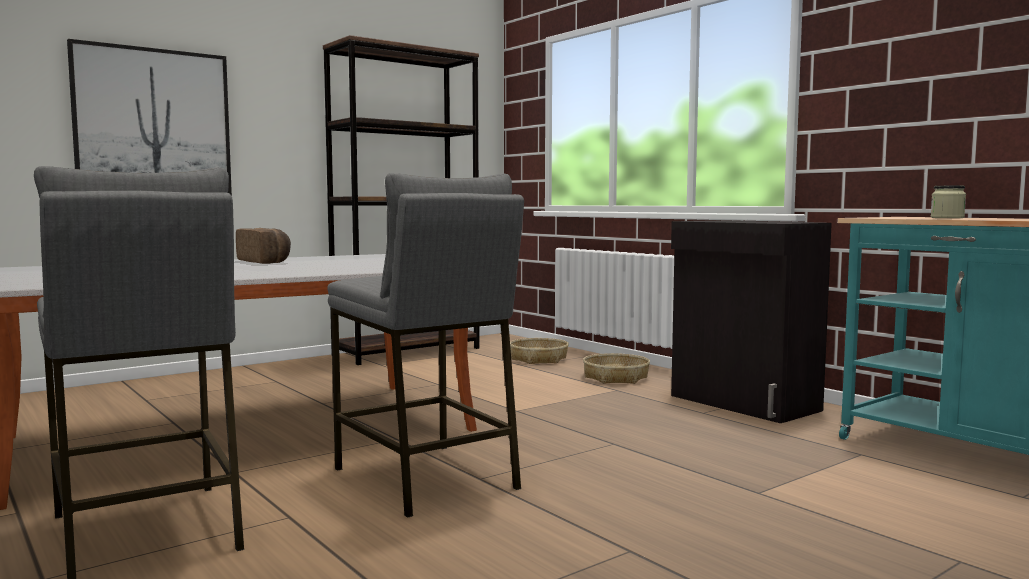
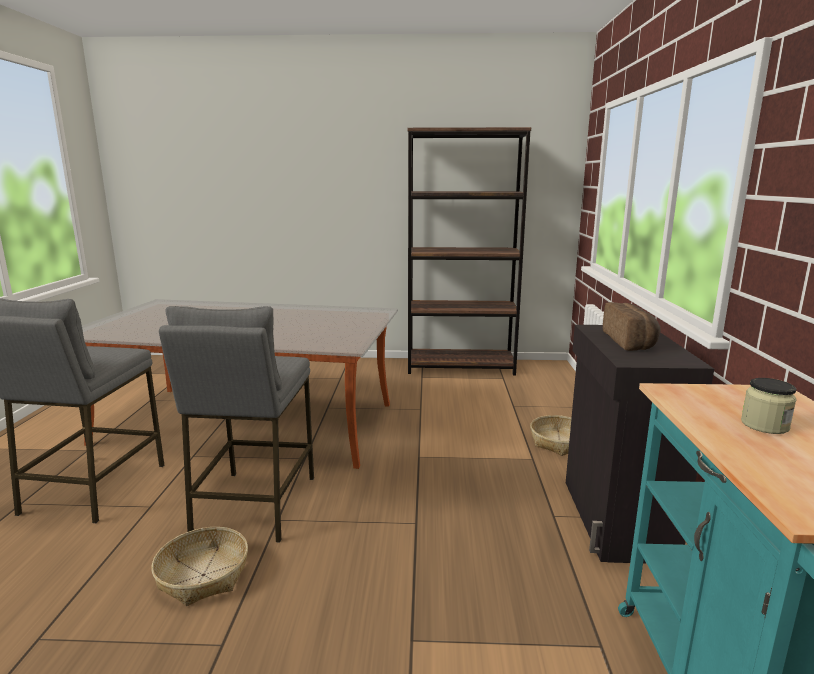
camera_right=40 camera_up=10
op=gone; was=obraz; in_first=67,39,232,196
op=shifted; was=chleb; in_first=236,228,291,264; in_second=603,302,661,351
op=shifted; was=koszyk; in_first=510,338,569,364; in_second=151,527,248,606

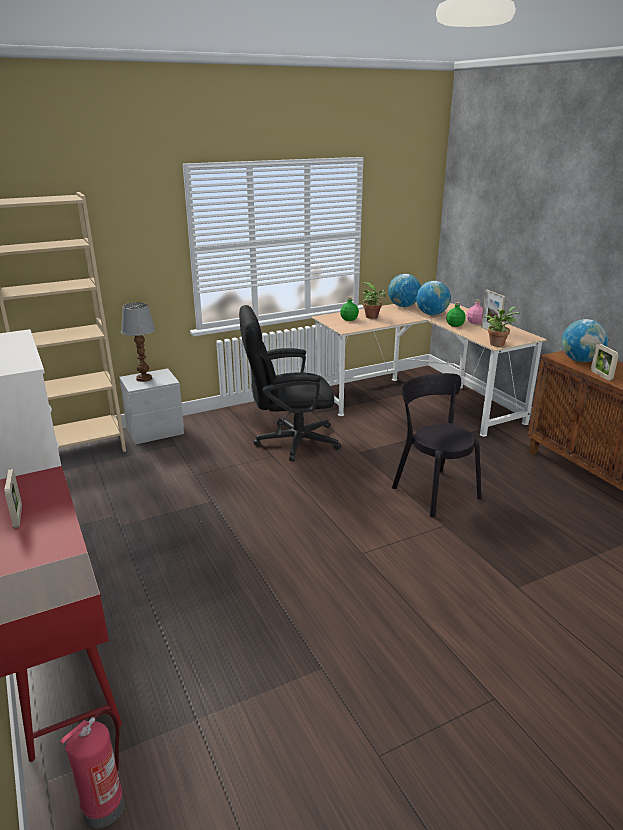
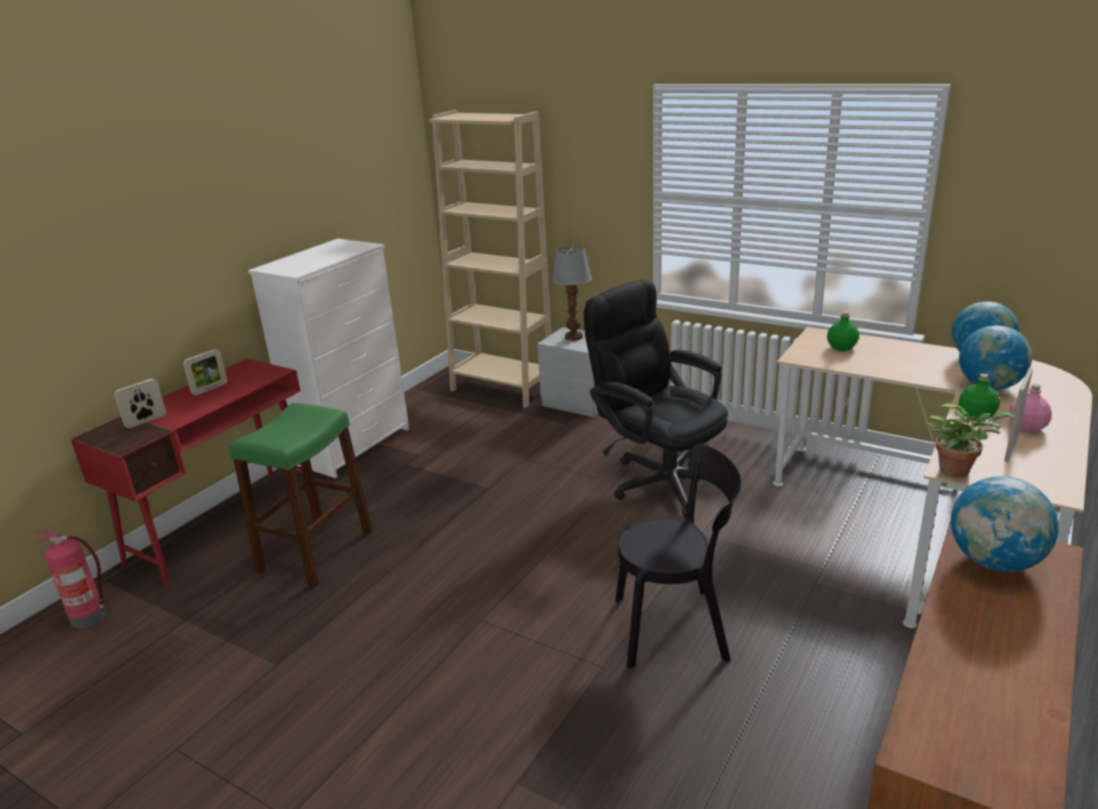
camera_right=60 camera_up=0
op=gone; was=roślina doniczkowa; in_first=362,282,387,319
op=shifted; was=ramka na zdjęcie; in_first=591,343,619,381; in_second=114,379,166,429
op=rotated; was=krzesło/czarny; in_first=392,373,481,518; in_second=615,443,742,668; clockwise=60
op=new; now=stołek/zielony; in_second=229,403,372,587

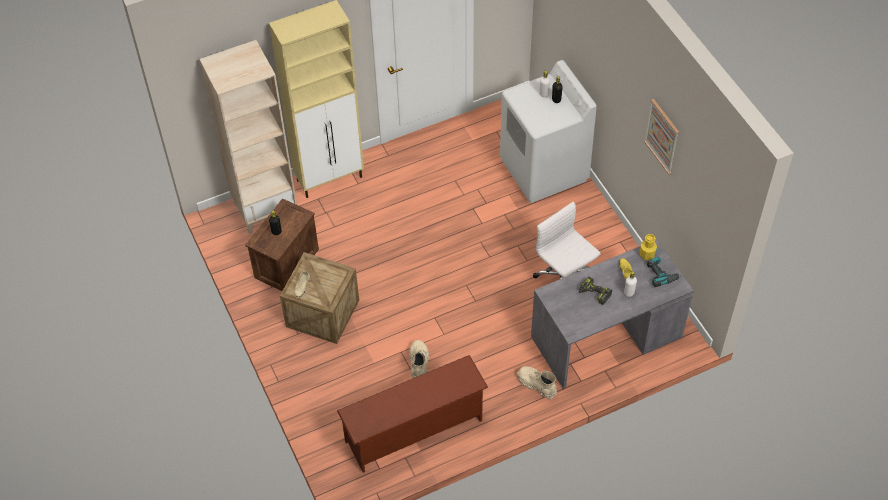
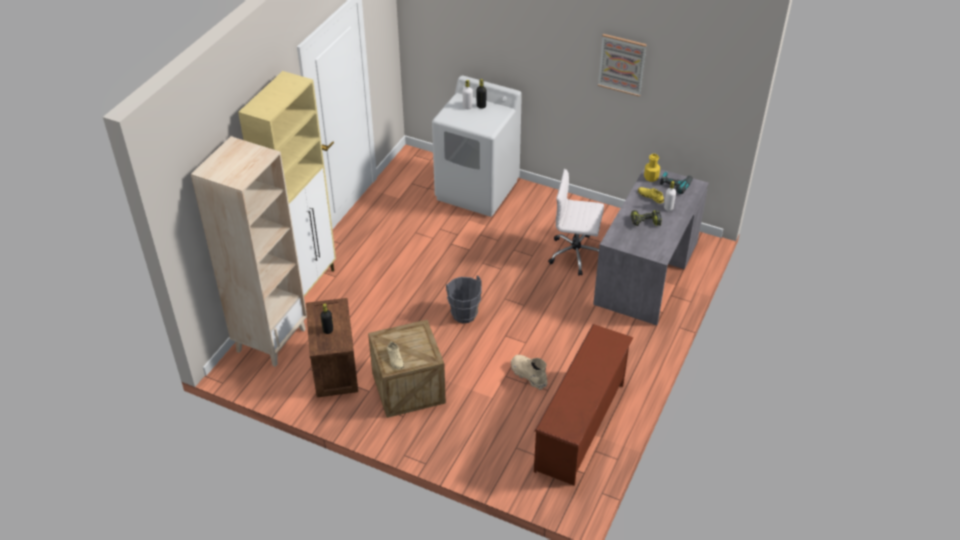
camera_right=-40 camera_up=-10
op=gone; was=but z cholewką/beżowy; in_first=517,366,557,399
op=new; now=wiadro/szary; in_second=446,276,482,323

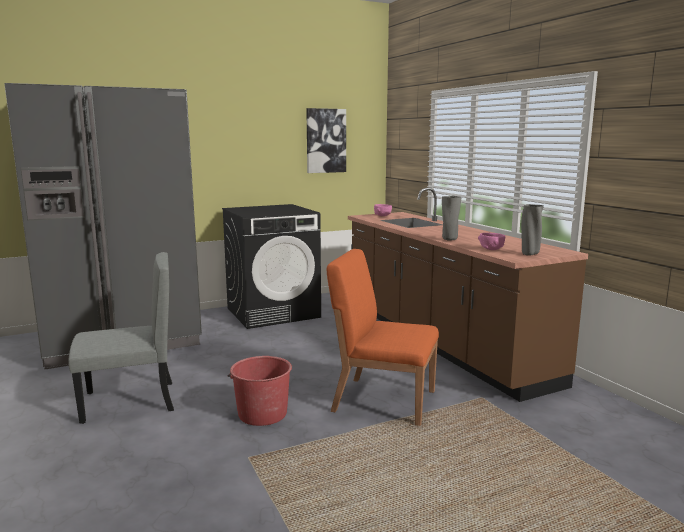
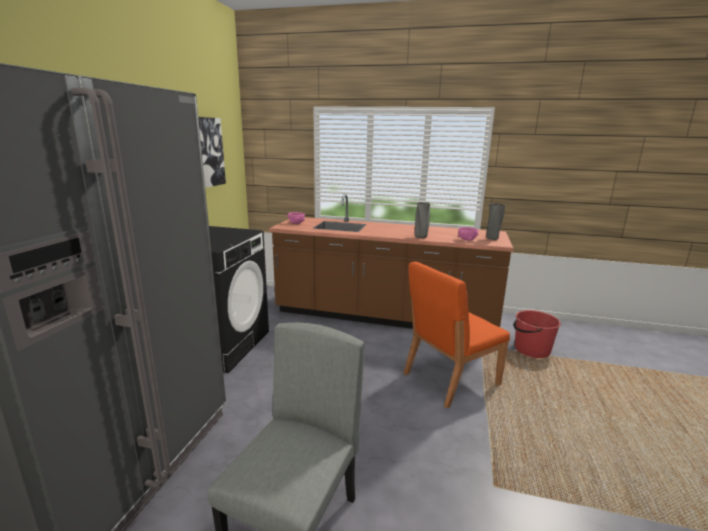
camera_right=-50 camera_up=5
op=shifted; was=wiadro/czerwony; in_first=227,356,292,426; in_second=513,310,561,358

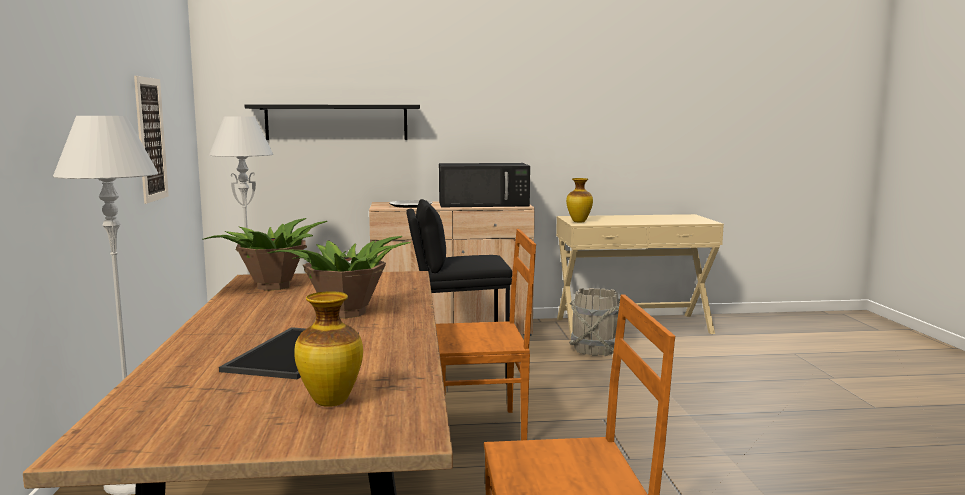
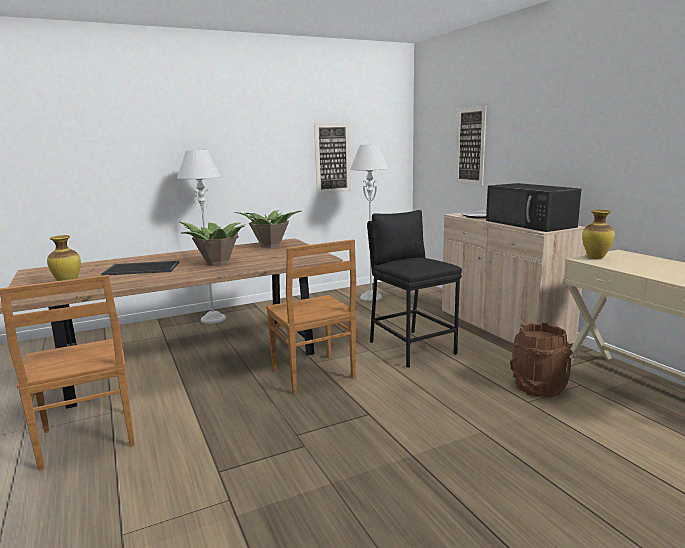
camera_right=70 camera_up=5
op=swapped; was=półka/czarny; now=obraz; in_first=245,104,420,140; in_second=455,106,487,185
op=repainted; was=wiadro/szary; now=wiadro/brązowy; in_first=569,288,620,356; in_second=510,323,573,398

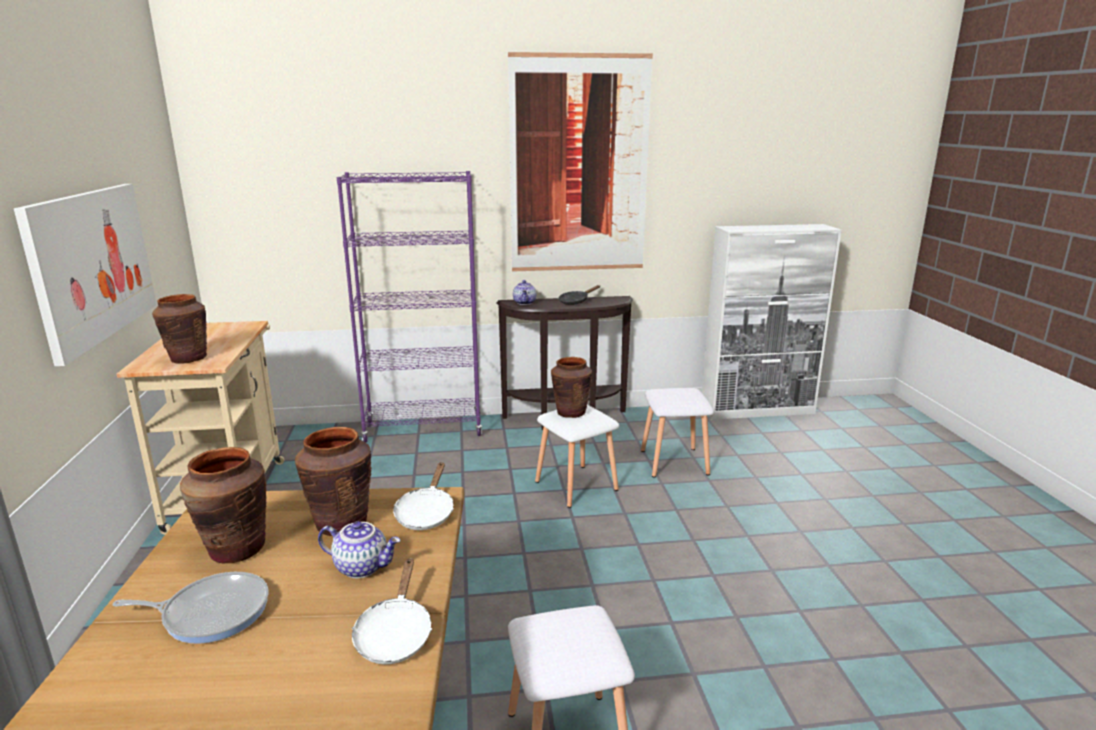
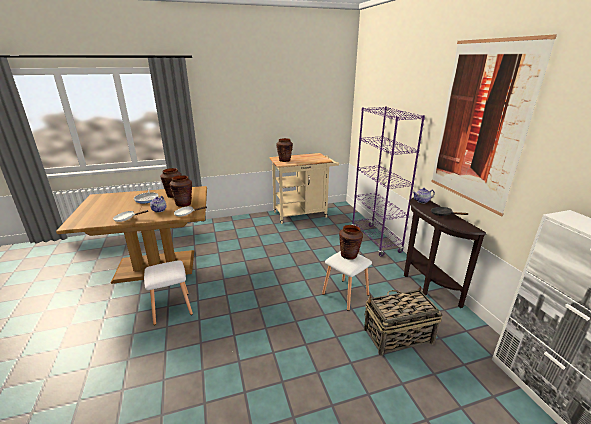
camera_right=80 camera_up=5
op=gone; was=obraz; in_first=14,184,157,366
op=swapped; was=stołek/biały; now=koszyk; in_first=641,388,714,477; in_second=364,286,442,356

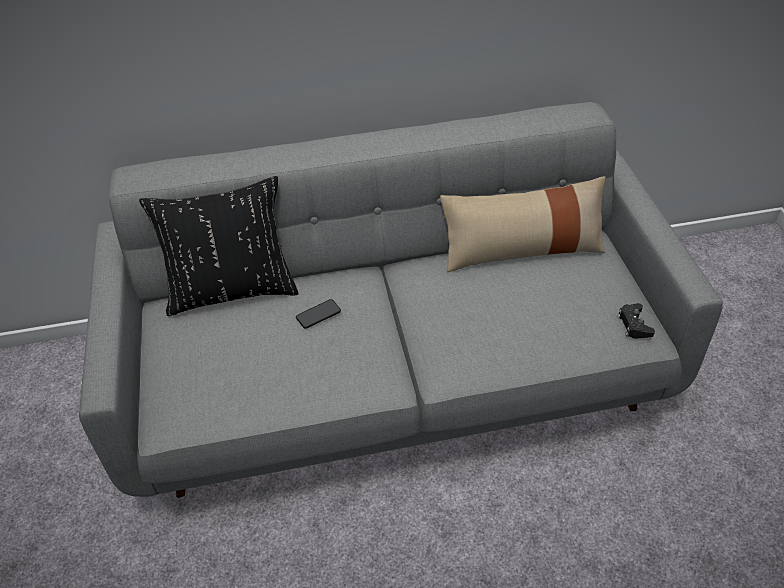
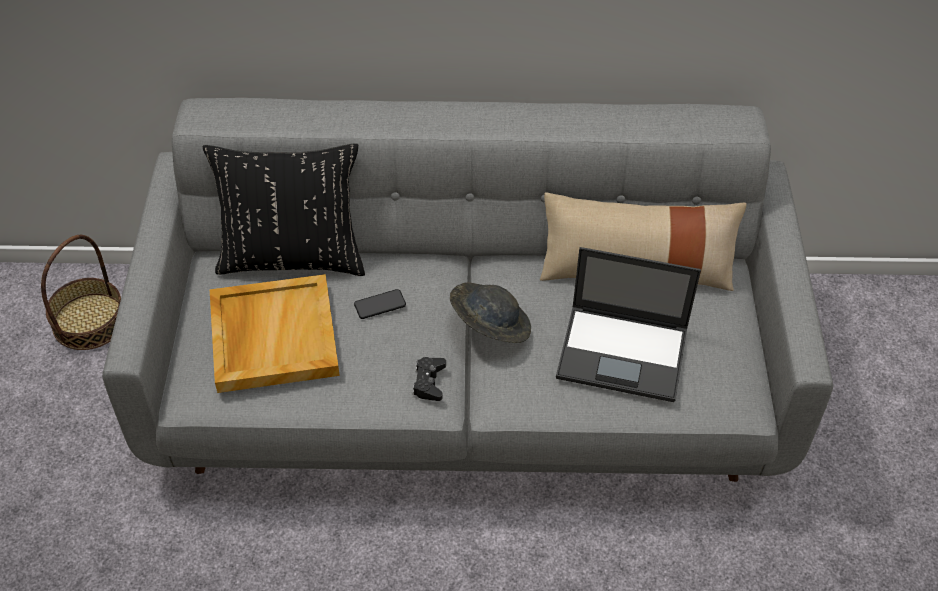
camera_right=10 camera_up=5
op=shifted; was=pad do gier/czarny; in_first=617,303,655,339; in_second=413,357,446,401
op=new; now=koszyk; in_second=41,235,121,350
op=new; now=laptop; in_second=556,247,701,402
op=new; now=taca/beżowy; in_second=210,274,340,393
op=new; now=kapelusz/szary; in_second=450,282,531,343

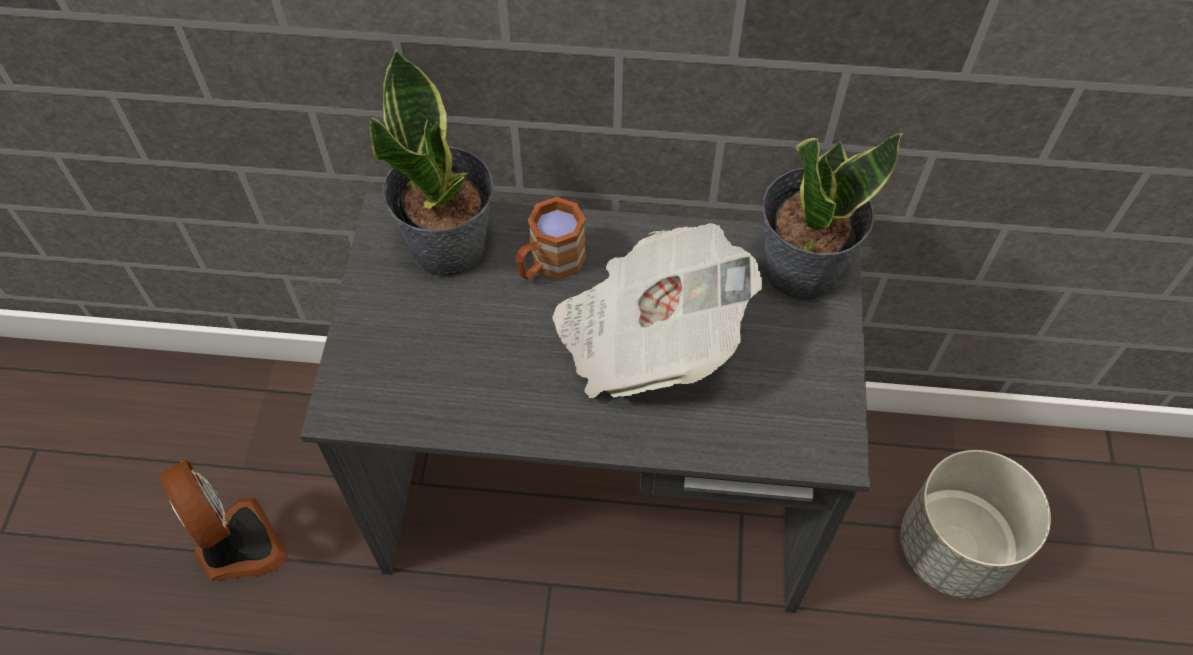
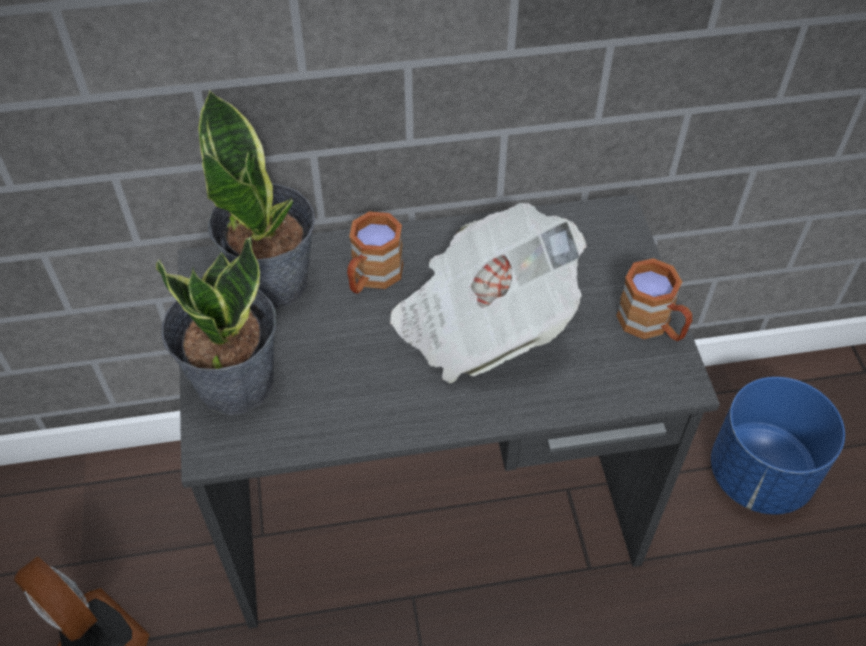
camera_right=-15 camera_up=-5
op=shifted; was=roślina doniczkowa; in_first=762,133,903,300; in_second=156,237,277,415
op=repainted; was=donica/szary; now=donica/niebieski; in_first=901,450,1051,599; in_second=711,377,845,515
op=new; now=kubek/brązowy; in_second=616,258,692,341

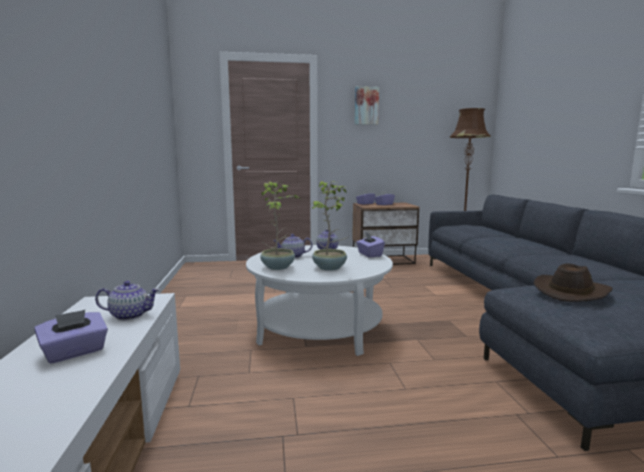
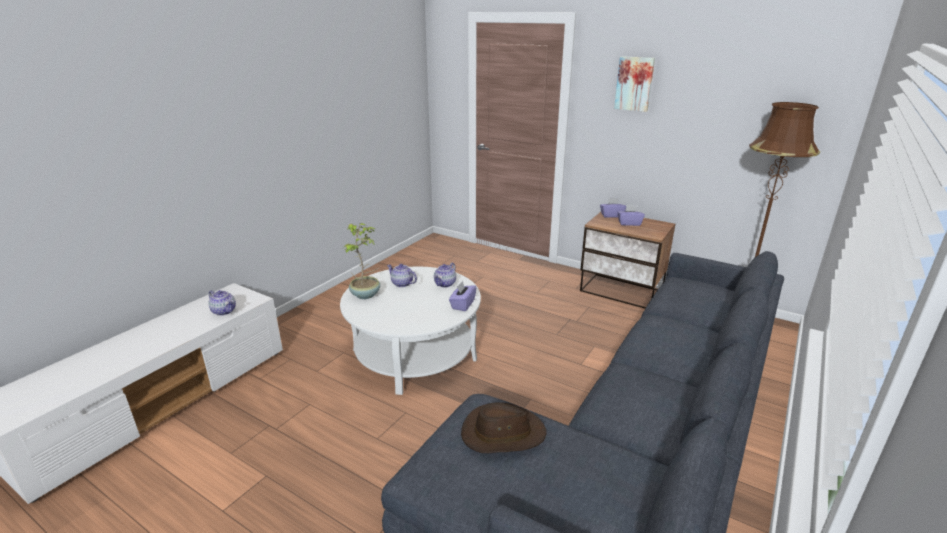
camera_right=40 camera_up=15
op=gone; was=roślina doniczkowa; in_first=309,181,348,271
op=gone; was=pudełko chusteczek/fioletowy; in_first=34,310,108,364

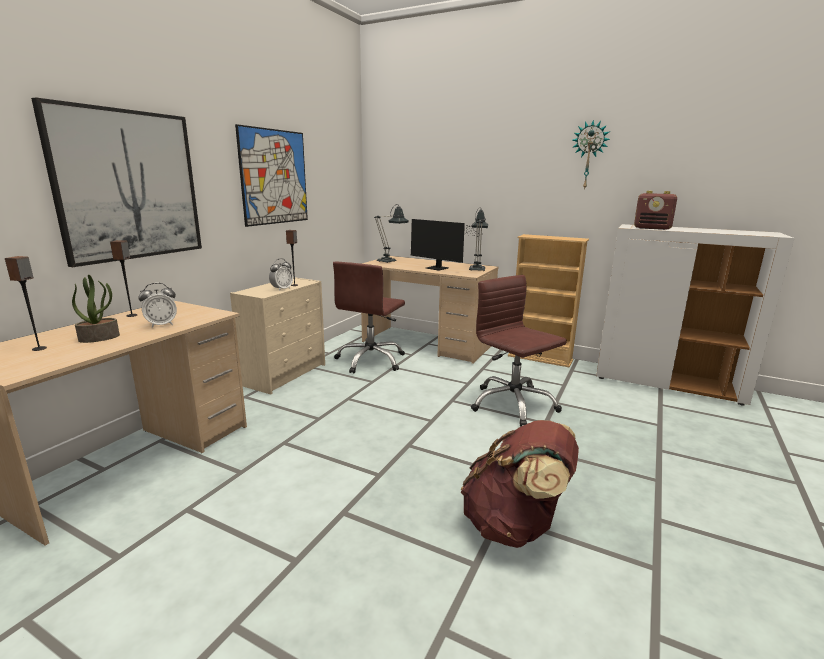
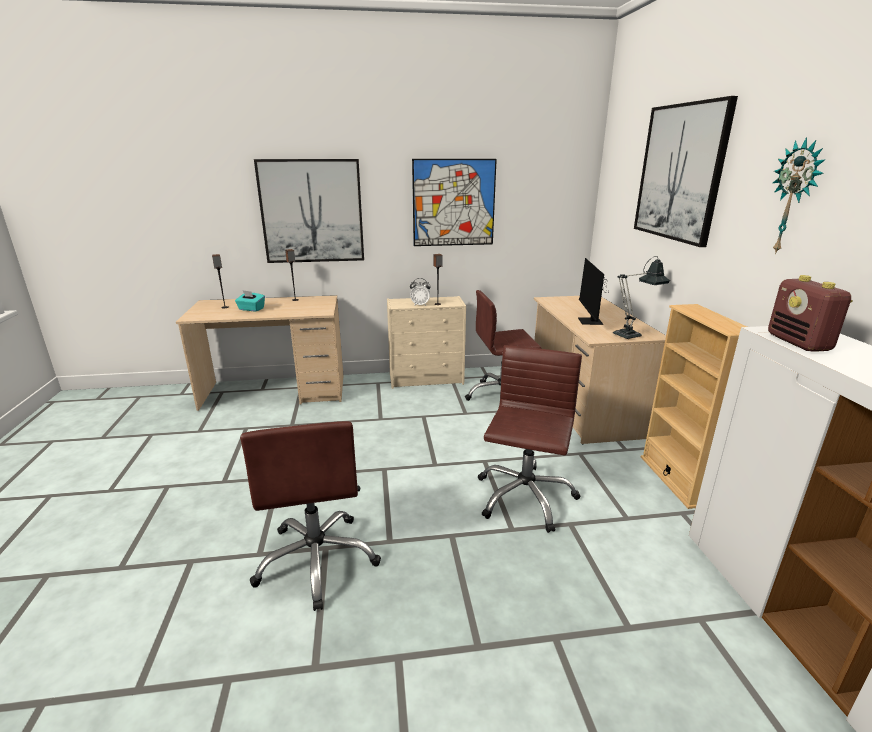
camera_right=55 camera_up=5
op=gone; was=lampa stołowa; in_first=374,204,408,263
op=swapped; was=roślina doniczkowa; now=pudełko chusteczek/turkusowy; in_first=72,275,120,343; in_second=235,291,265,311
op=gone; was=budzik; in_first=138,283,177,328
op=swapped; was=plecak/brązowy; now=krzesło biurowe/brązowy; in_first=461,420,579,548; in_second=240,421,381,611
op=new; now=obraz; in_second=634,96,738,247

